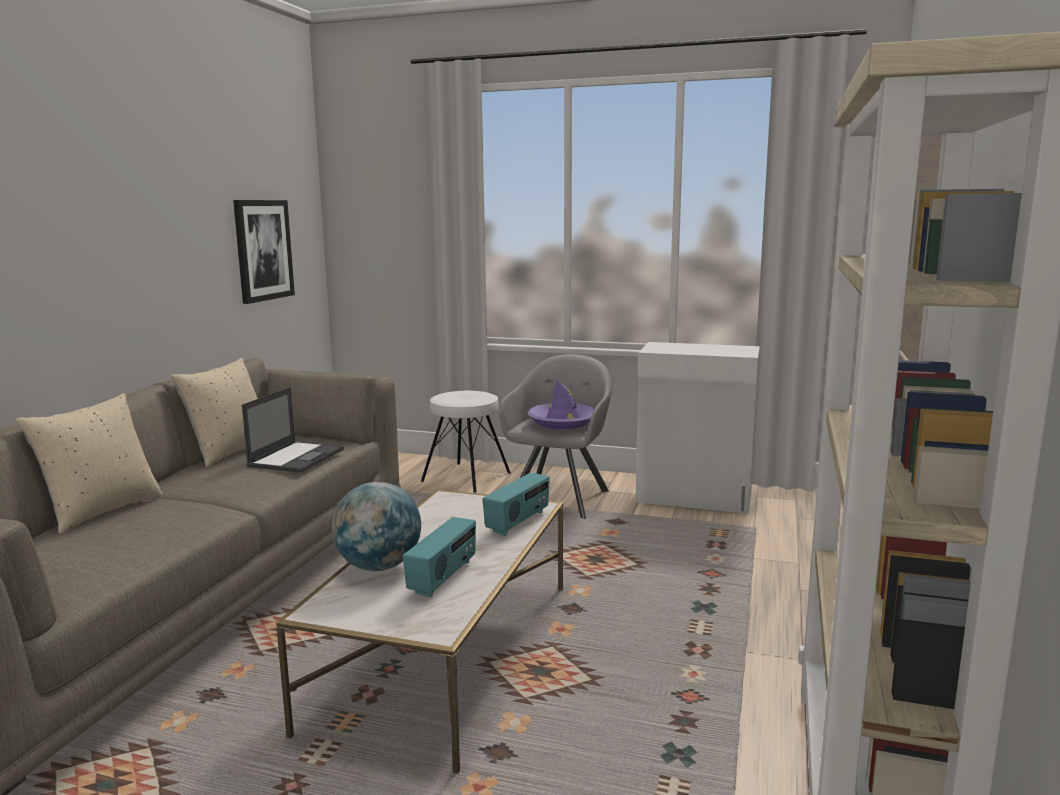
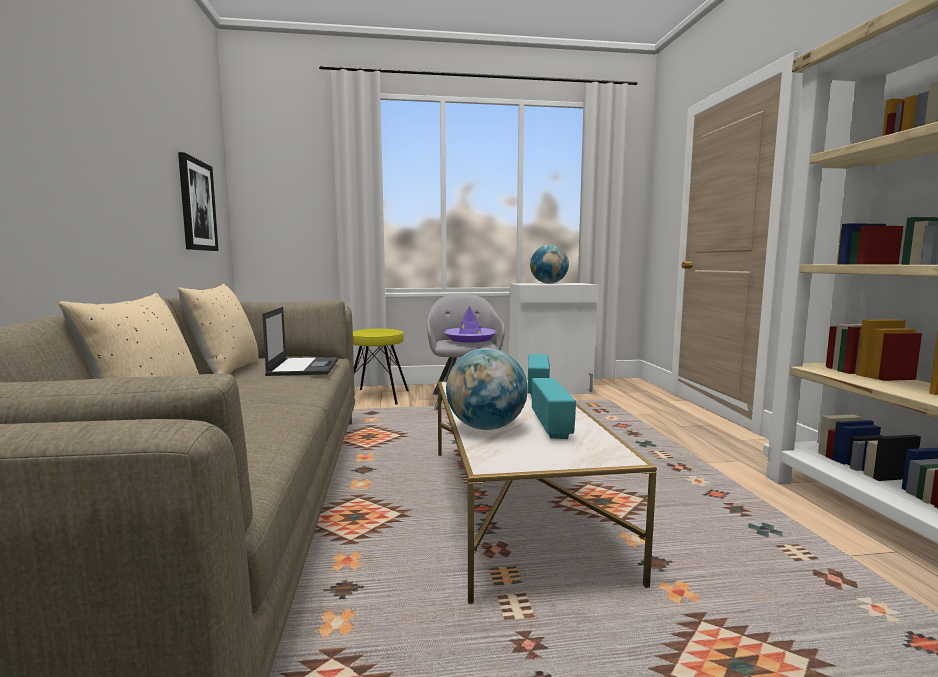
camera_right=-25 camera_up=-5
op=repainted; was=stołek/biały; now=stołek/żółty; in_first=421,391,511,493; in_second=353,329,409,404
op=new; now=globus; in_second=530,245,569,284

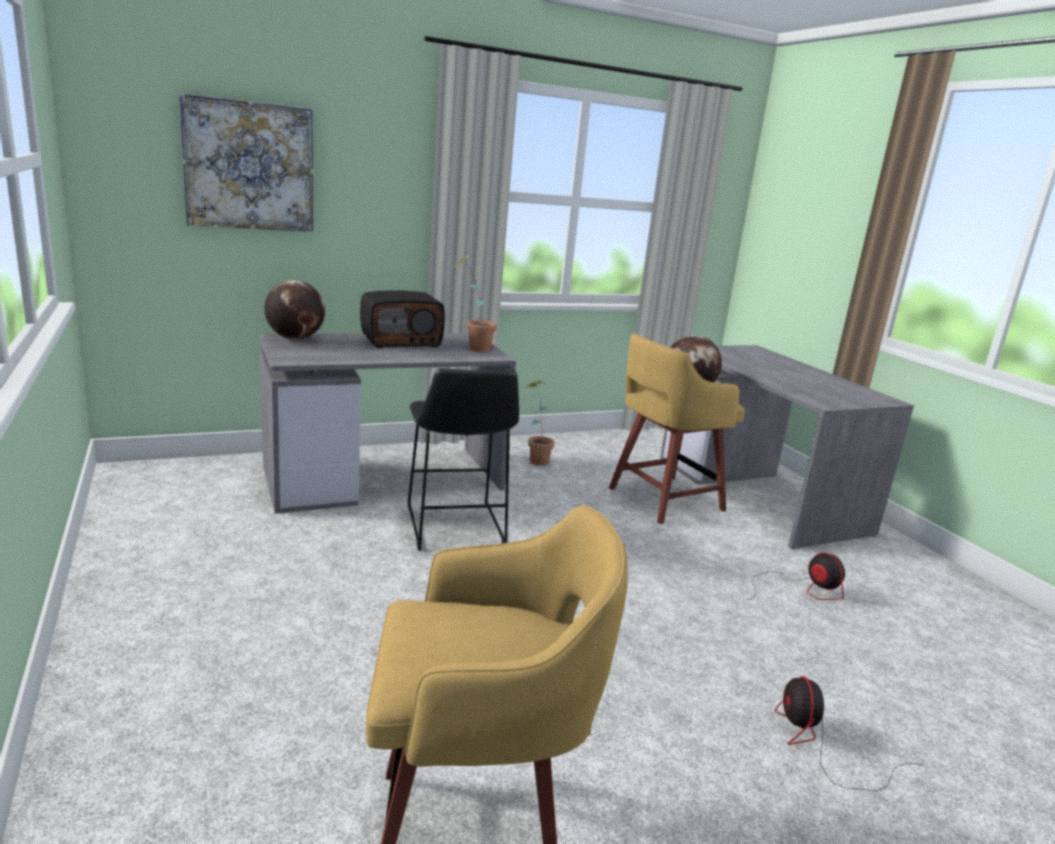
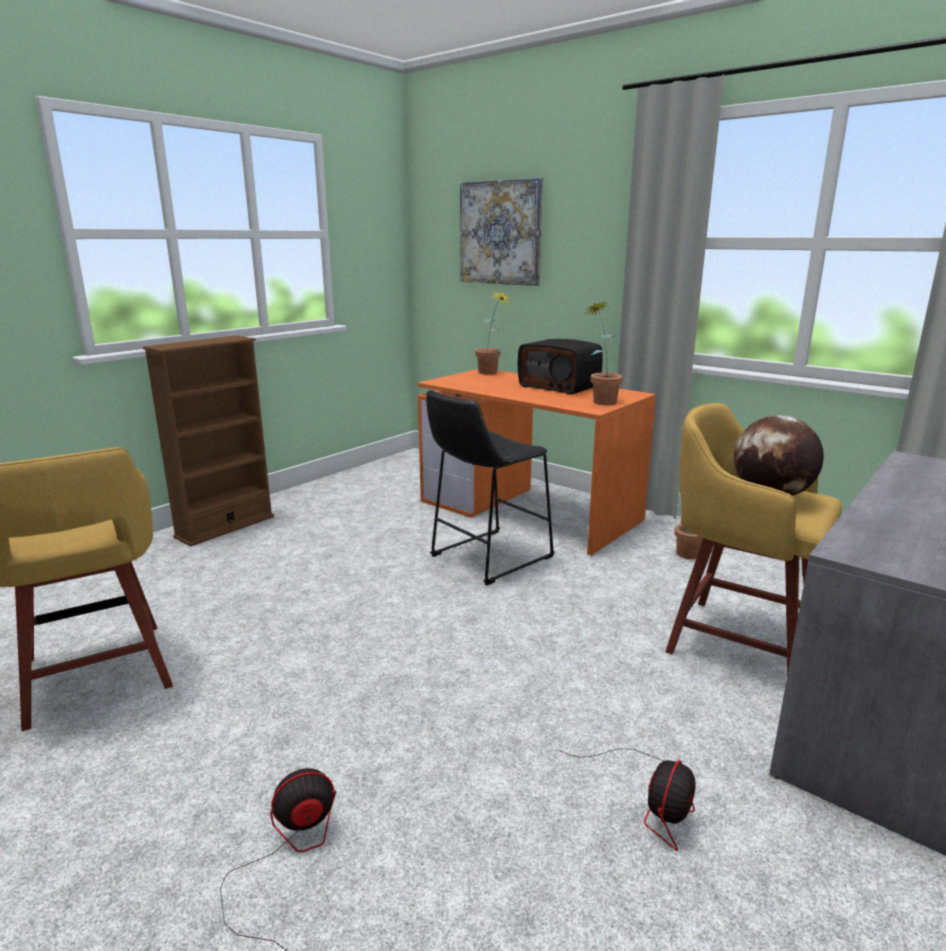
camera_right=65 camera_up=0
op=swapped; was=globus; now=roślina doniczkowa; in_first=265,280,325,340; in_second=475,290,512,374
op=repainted; was=biurko/szary; now=biurko/pomarańczowy; in_first=259,333,516,514; in_second=417,369,656,556
op=new; now=regał/brązowy; in_second=143,335,274,547

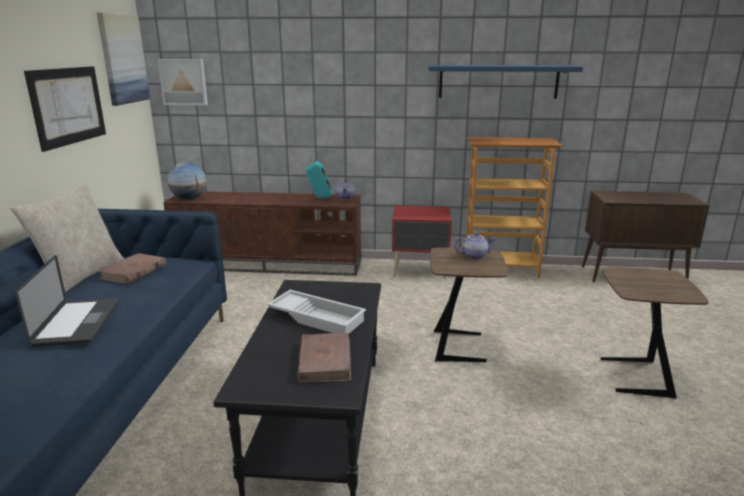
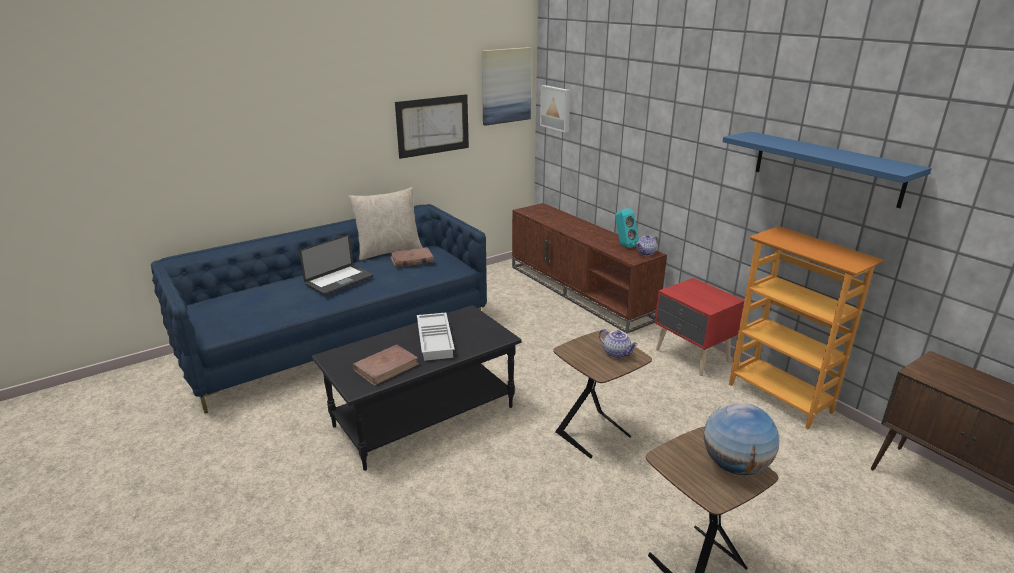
camera_right=50 camera_up=5
op=shifted; was=globus; in_first=167,162,207,200; in_second=704,402,779,475

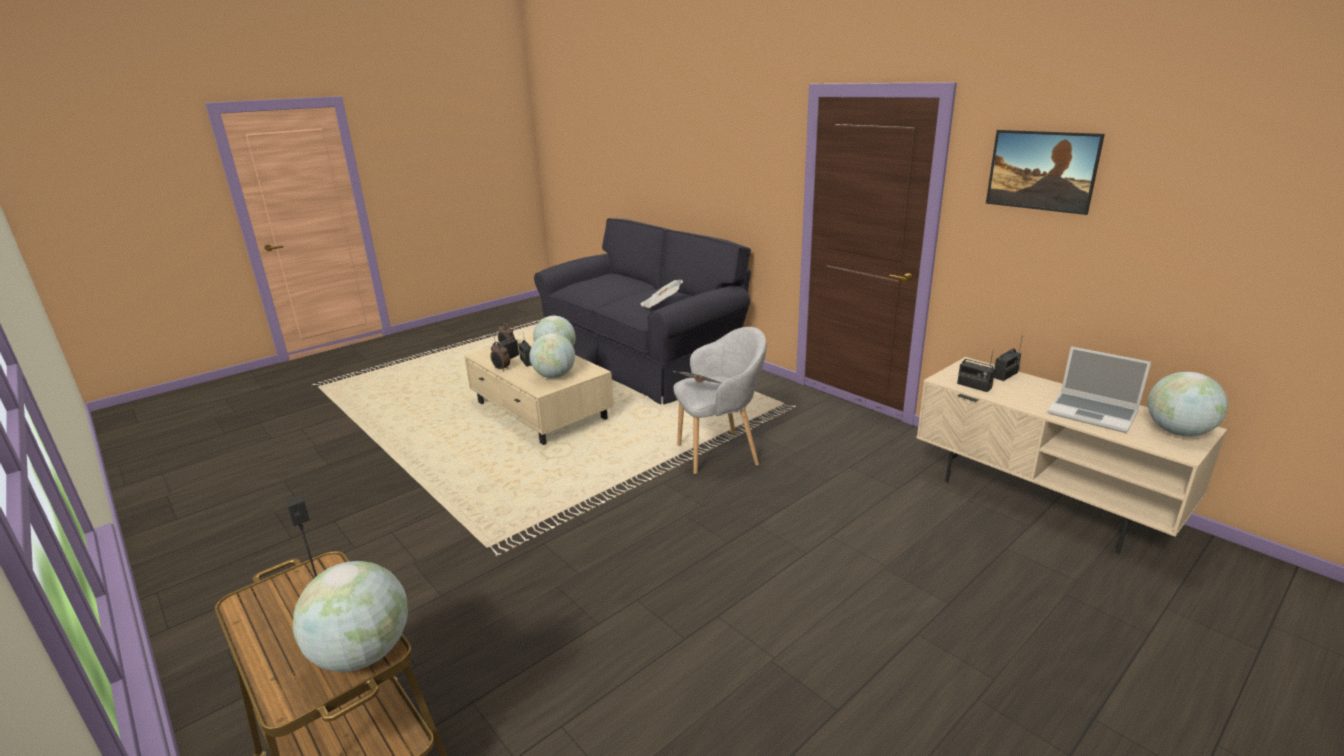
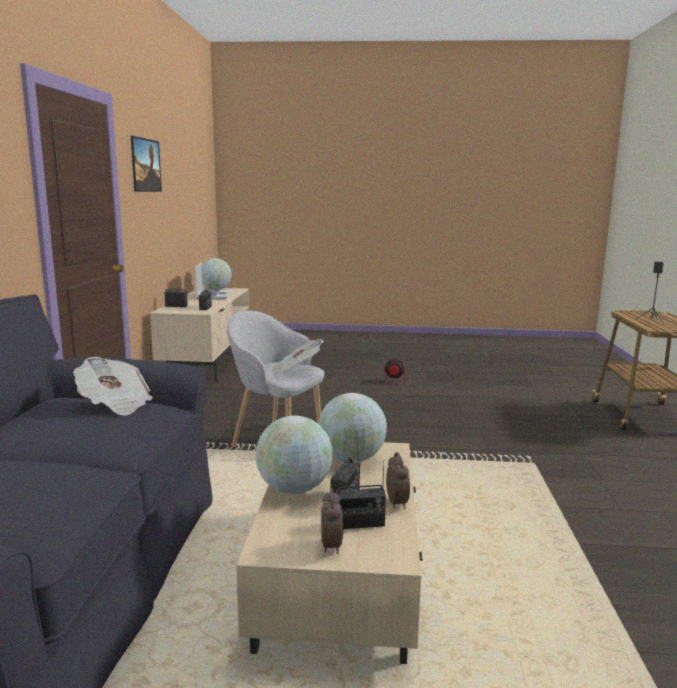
camera_right=-135 camera_up=-10
op=gone; was=globus; in_first=293,561,408,672
op=new; now=wentylator; in_second=363,359,405,395

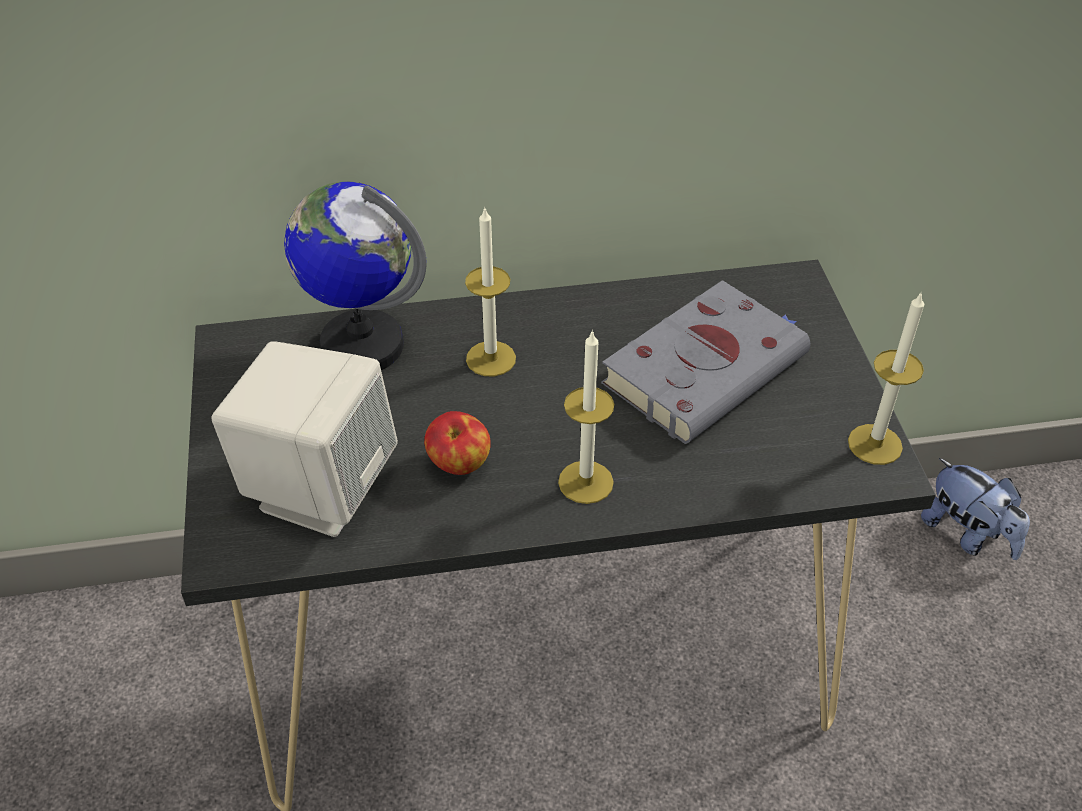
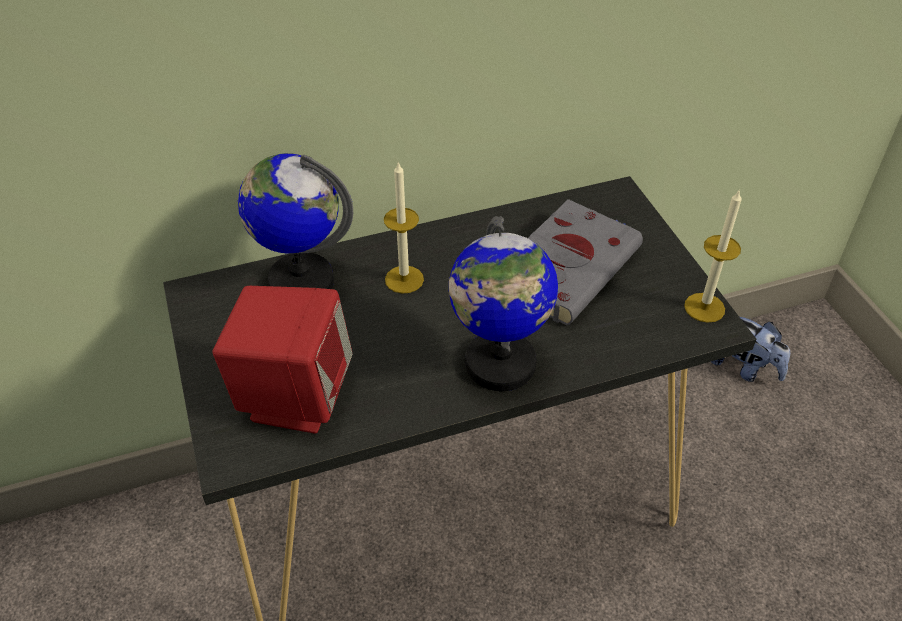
camera_right=-10 camera_up=0
op=swapped; was=świeca; now=globus; in_first=558,330,614,504; in_second=449,216,558,391
op=repainted; was=głośnik/beżowy; now=głośnik/czerwony; in_first=211,341,398,537; in_second=212,286,353,434
op=gone; was=jabłko; in_first=424,411,491,475

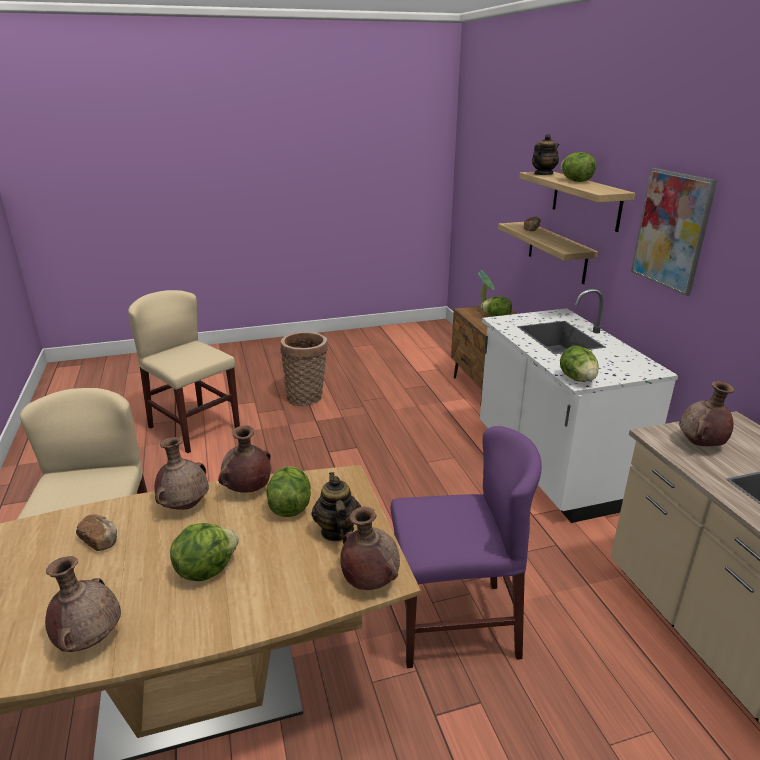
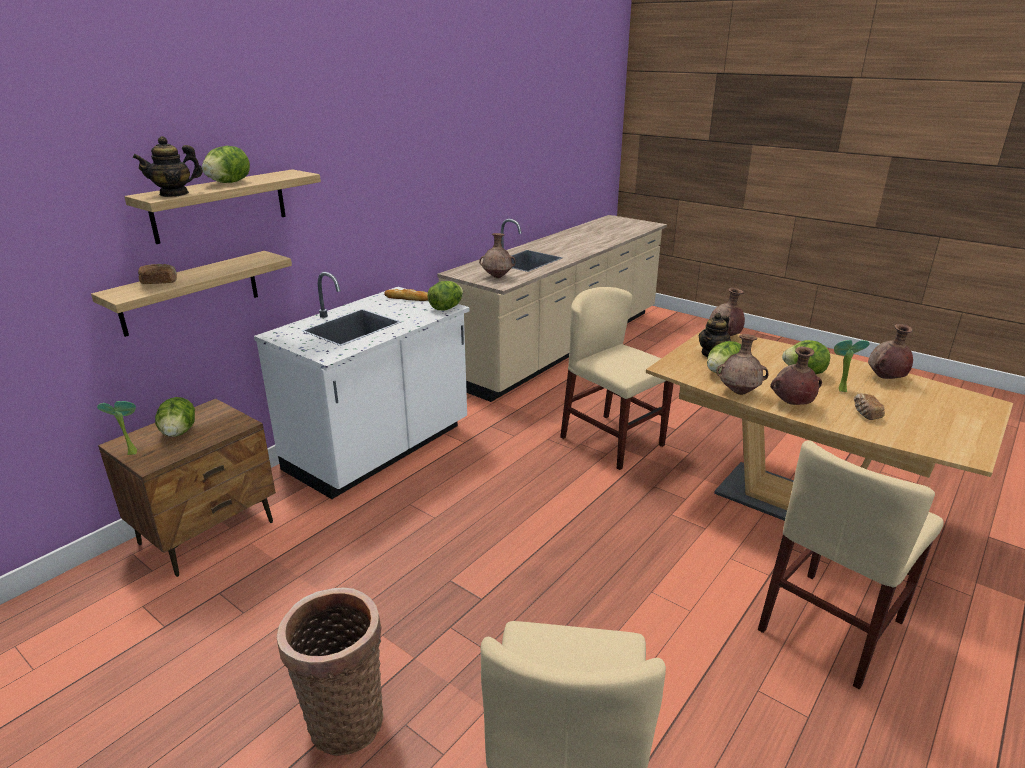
camera_right=-125 camera_up=0
op=rotated; was=imbryk; in_first=532,134,559,175; in_second=133,136,203,197; clockwise=-45
op=gone; was=obraz; in_first=631,168,717,296
op=repainted; was=krzesło/fioletowy; now=krzesło/beżowy; in_first=391,426,542,668; in_second=560,287,674,470
op=new; now=chleb; in_second=384,289,428,301
op=new; now=roślina doniczkowa; in_second=834,340,870,392

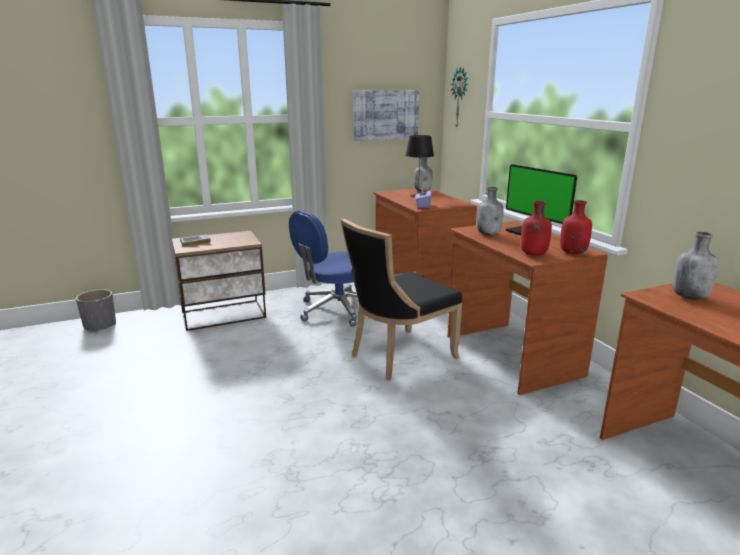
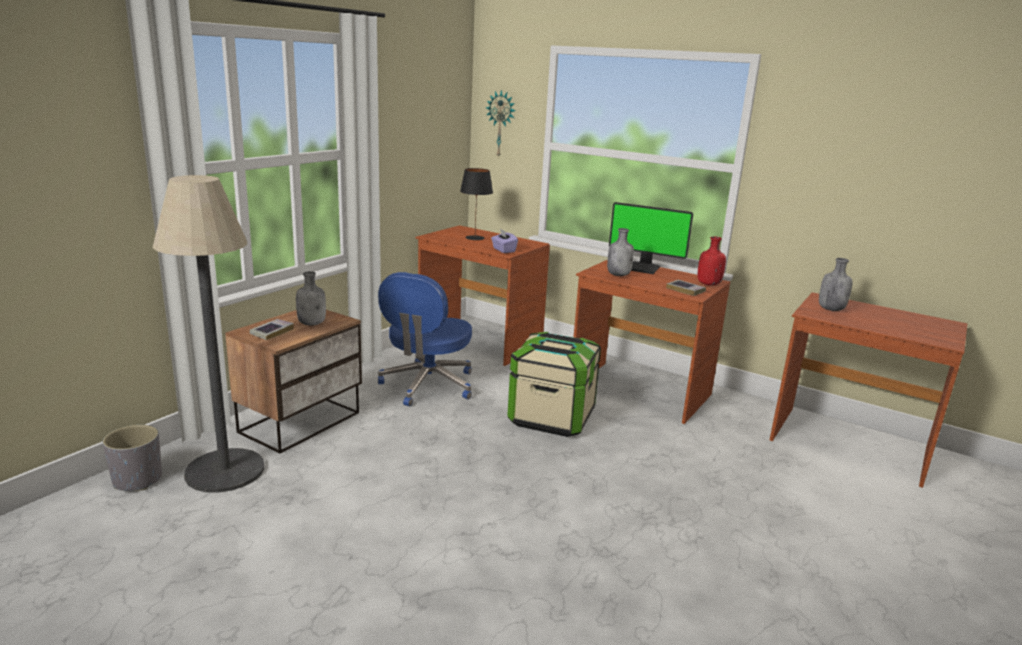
camera_right=-35 camera_up=0
op=gone; was=obraz; in_first=353,90,419,141
op=shifted; was=butelka/szary; in_first=414,157,432,191; in_second=296,271,326,326
op=swapped; was=butelka/czerwony; now=książka; in_first=521,201,552,255; in_second=666,280,706,296
op=swapped; was=krzesło/czarny; now=pojemnik do przechowywania; in_first=341,219,462,380; in_second=507,332,601,437
op=new; now=lampa stojąca; in_second=153,175,264,493

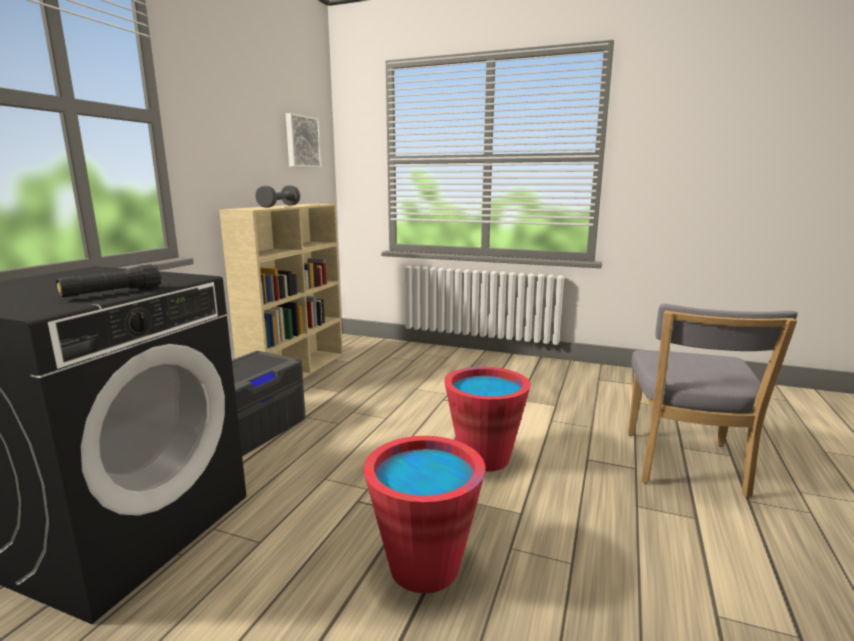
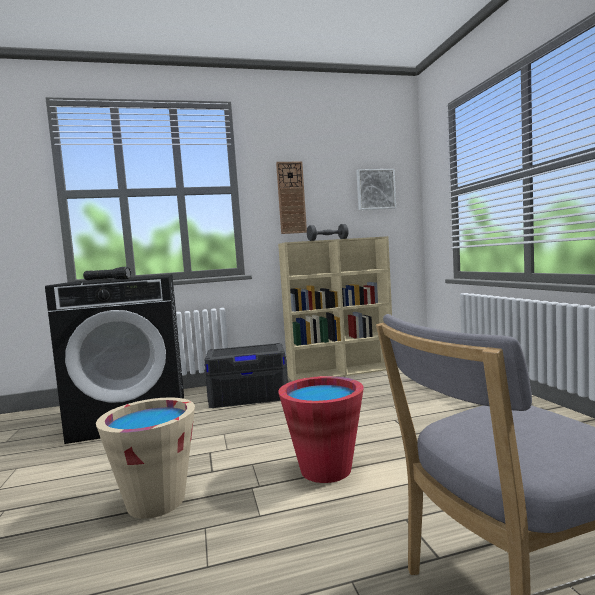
camera_right=55 camera_up=-10
op=repainted; was=wiadro/czerwony; now=wiadro/beżowy; in_first=364,436,485,593; in_second=96,397,195,519
op=new; now=zegar ścienny; in_second=276,162,307,234

